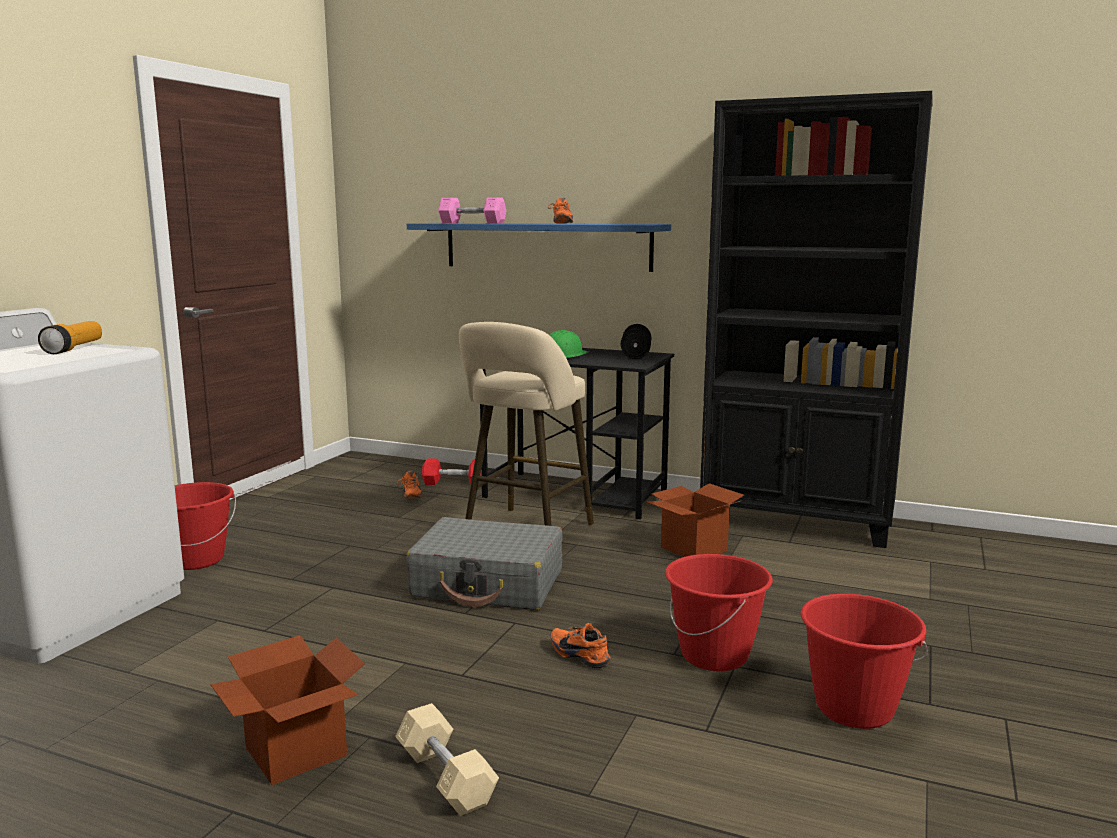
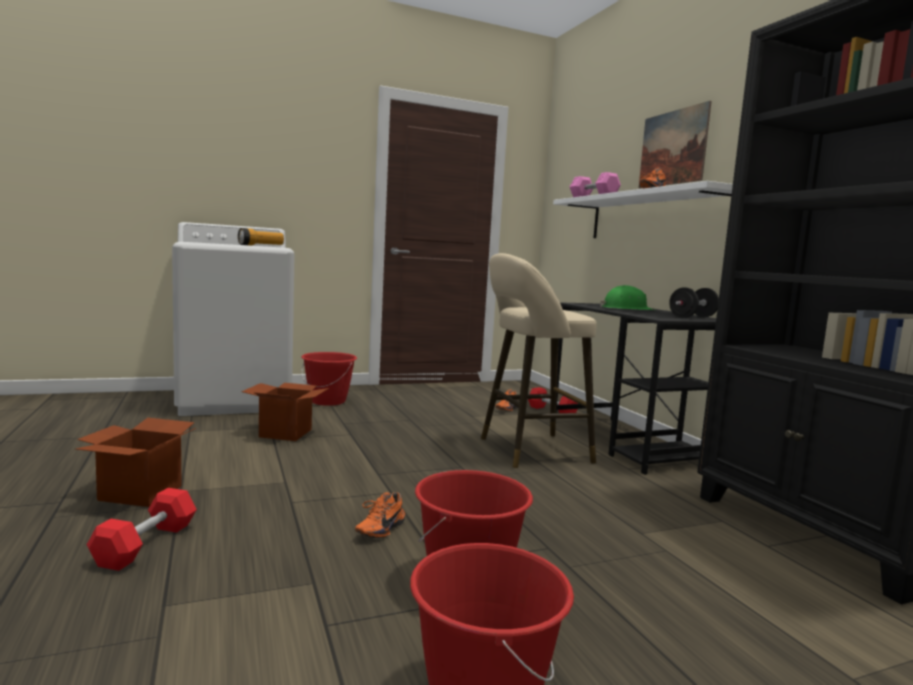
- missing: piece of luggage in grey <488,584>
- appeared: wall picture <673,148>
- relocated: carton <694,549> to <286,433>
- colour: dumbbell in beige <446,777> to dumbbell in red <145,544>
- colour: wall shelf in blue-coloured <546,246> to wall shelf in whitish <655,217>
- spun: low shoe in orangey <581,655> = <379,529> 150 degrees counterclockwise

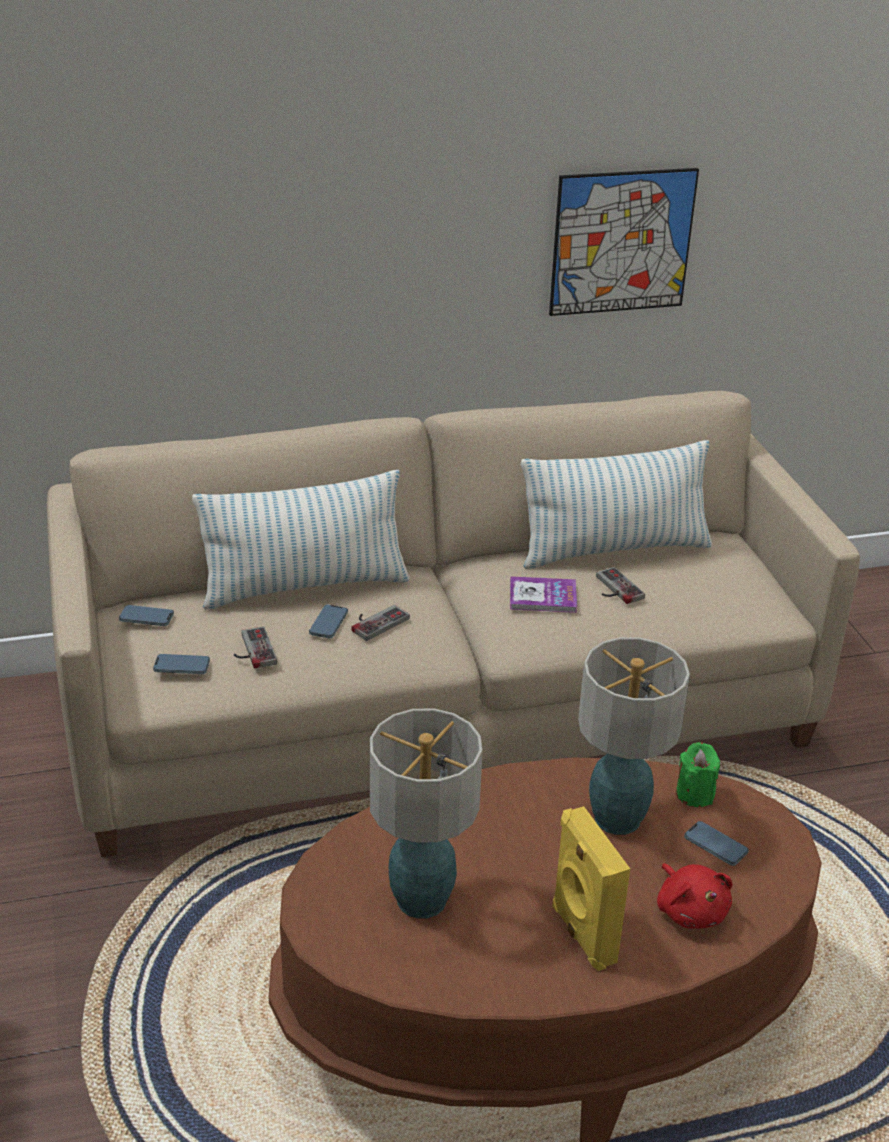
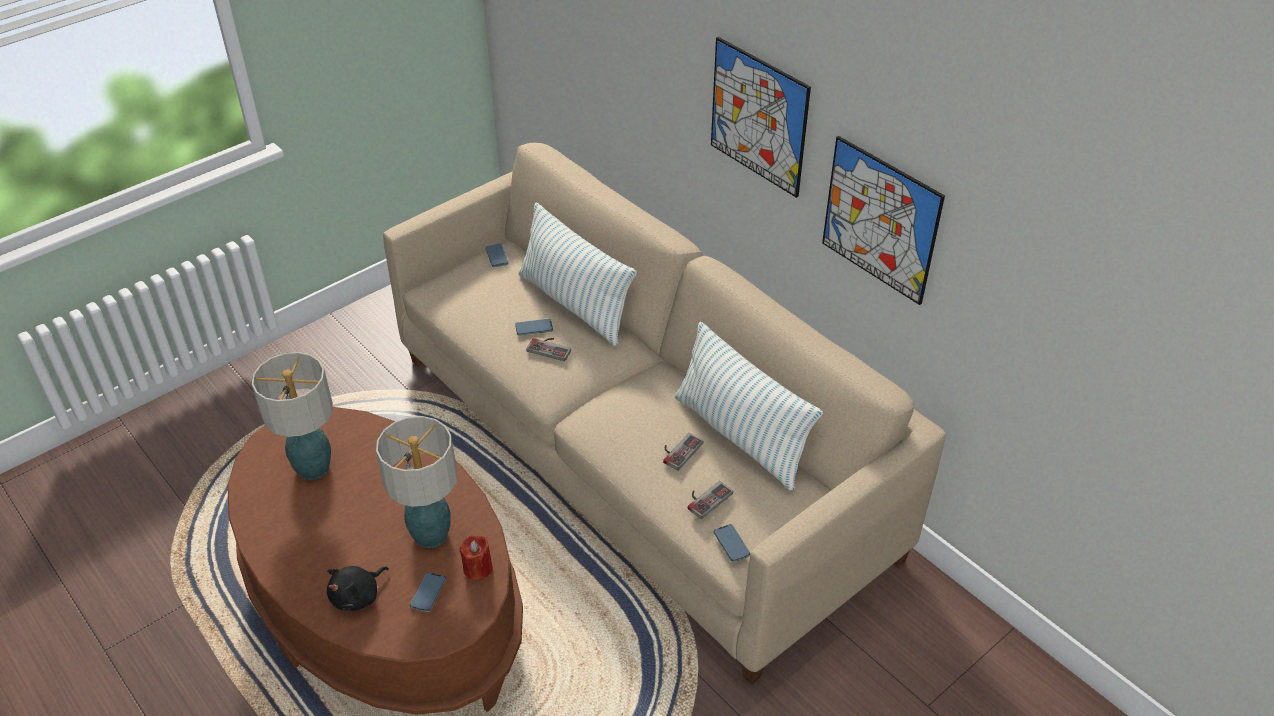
- missing: book <542,597>
- missing: loudspeaker in yellow <581,935>
- appeared: wall picture <758,117>
- relocated: telephone <182,666> to <731,544>
- relocated: gamepad <251,650> to <706,498>
- colour: cuddly toy in red <690,910> to cuddly toy in black <358,596>
- colour: wax light in greenish <695,794> to wax light in red <478,568>

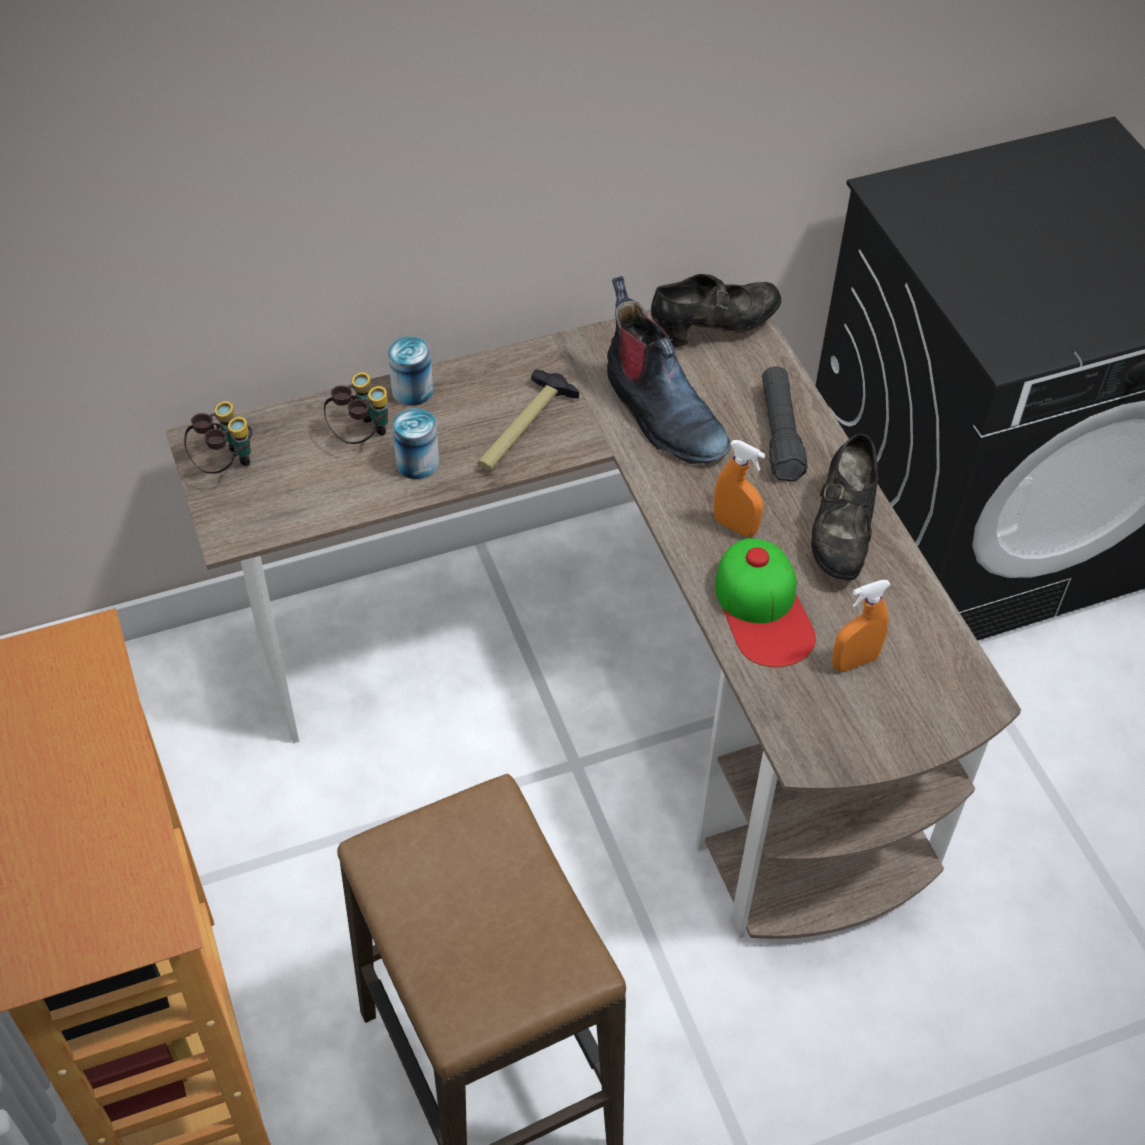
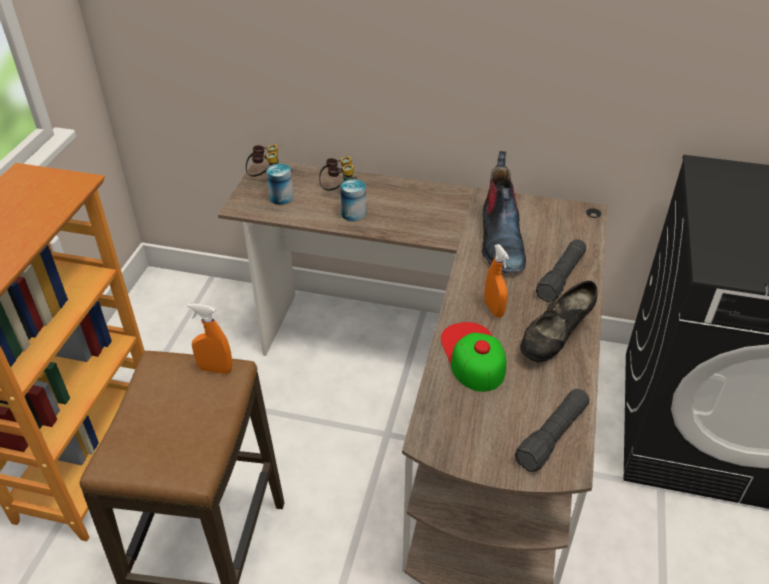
- missing: hammer <523,429>
- missing: low shoe in black <715,328>
- appeared: hand torch in black <552,436>
- relocated: sealed can <412,391> to <281,197>
- relocated: sprayer in orangey <854,661> to <215,369>
- spun: cap <763,609> = <472,355> 150 degrees clockwise

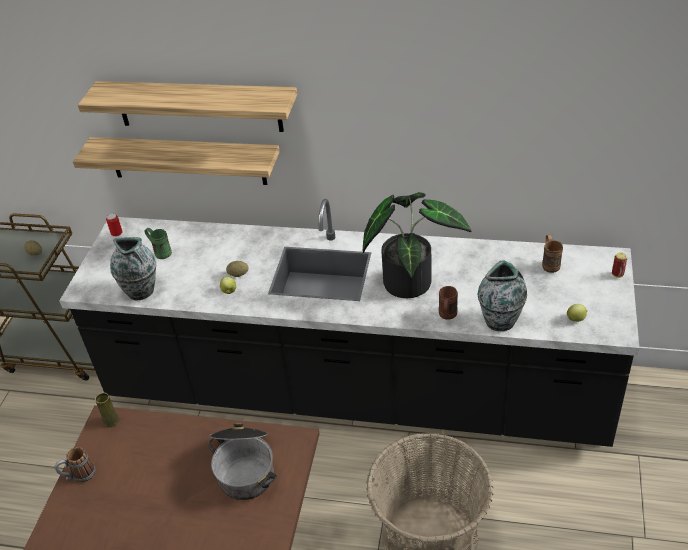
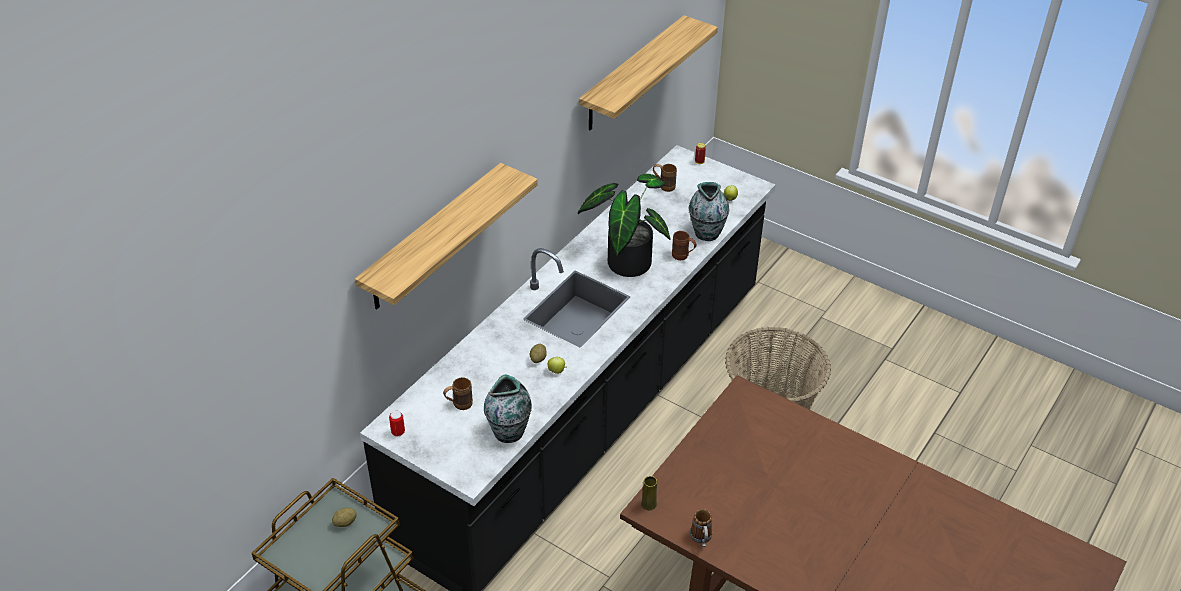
- missing: cooking pot <245,467>
- relocated: wall shelf <187,160> to <632,74>
- colour: mug in greenish <160,252> to mug in brown <458,405>

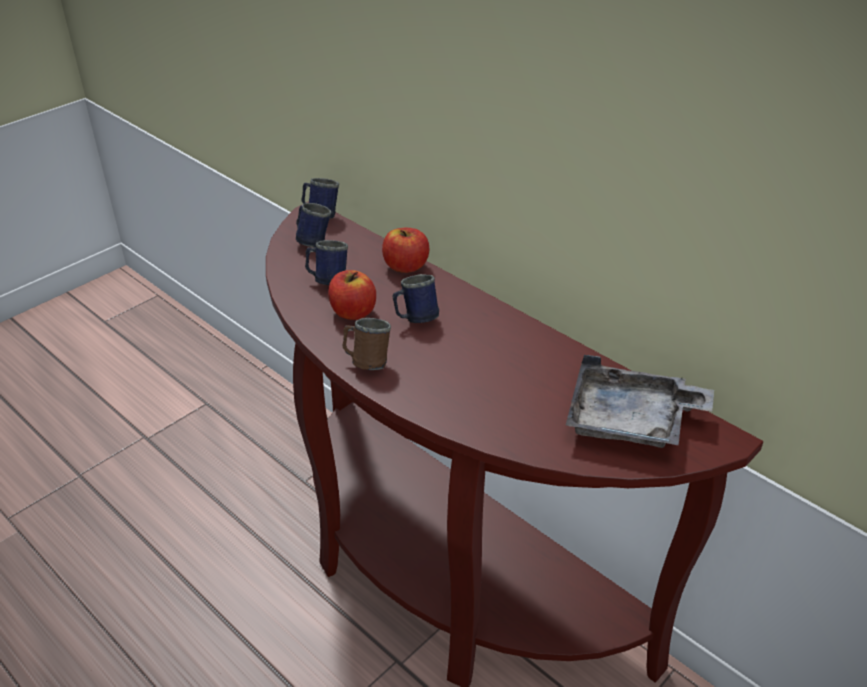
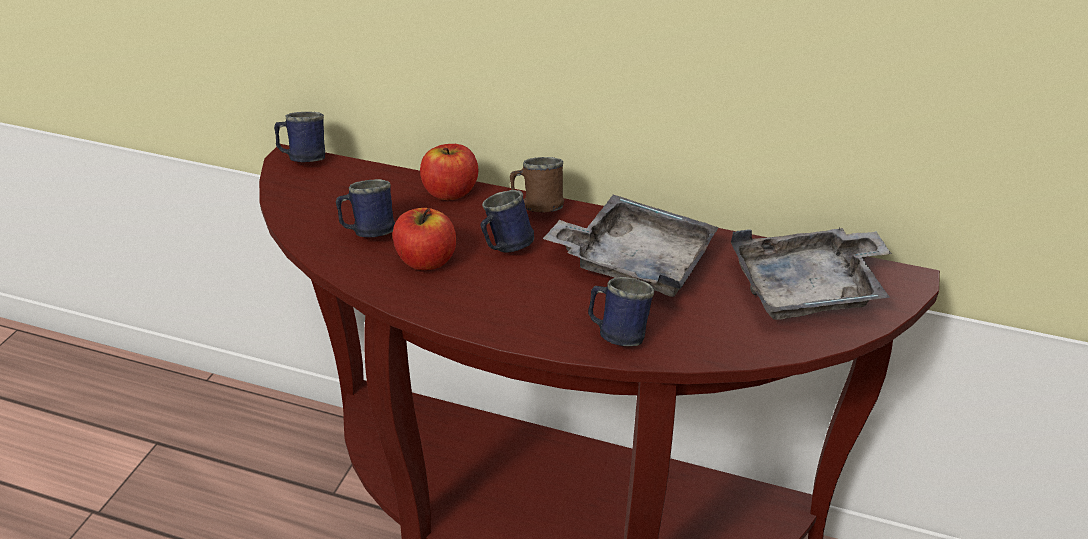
- appeared: carrying tray in grey <634,261>
- relocated: mug in blue-coloured <312,241> to <617,334>
- relocated: mug in brown <366,362> to <537,208>

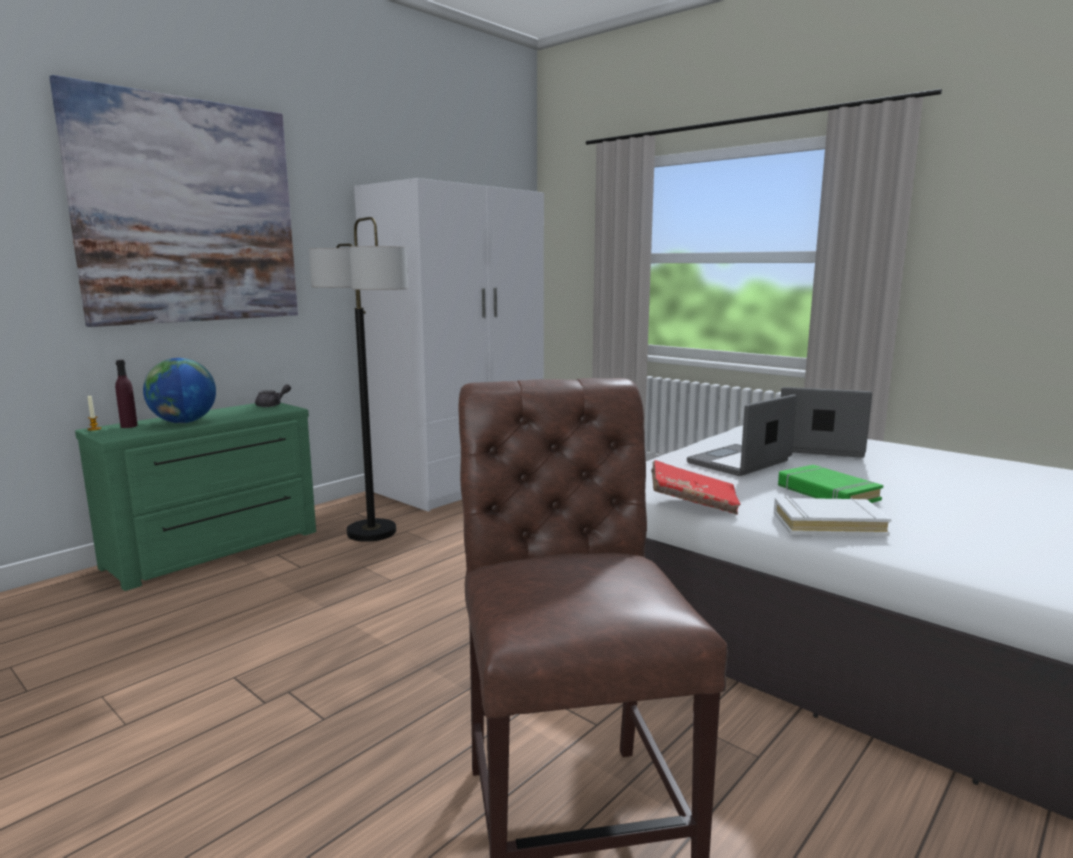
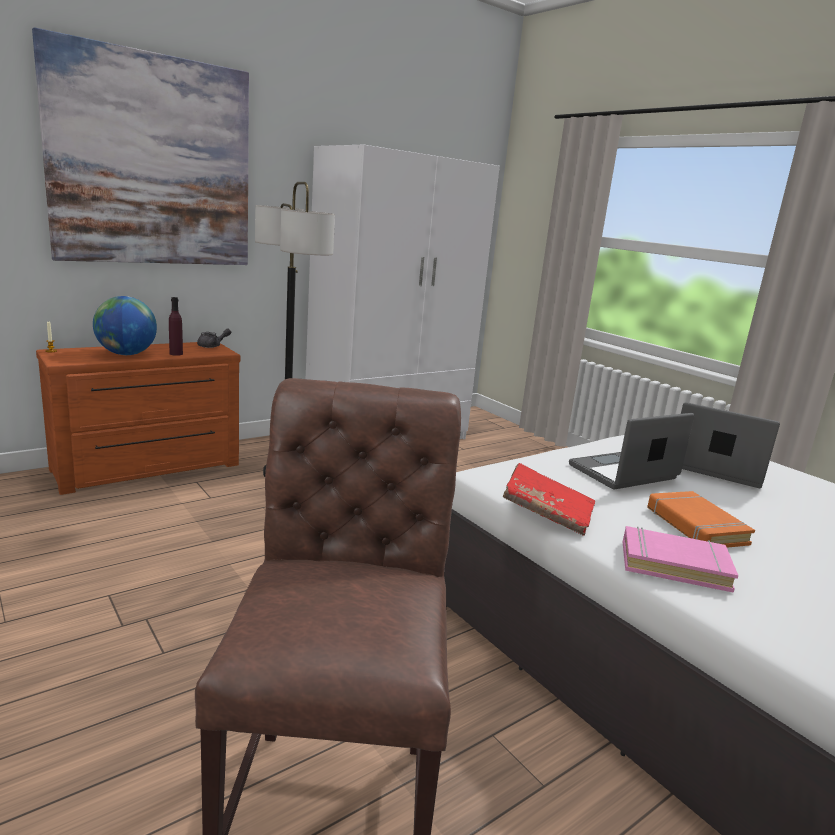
- relocated: beverage bottle in purple-coloured <129,426> to <176,354>
- colour: drawer chest in greenish <216,550> to drawer chest in brown <149,469>
- colour: book in whitish <828,524> to book in pink <674,565>
- colour: book in greenish <827,493> to book in orangey <695,526>

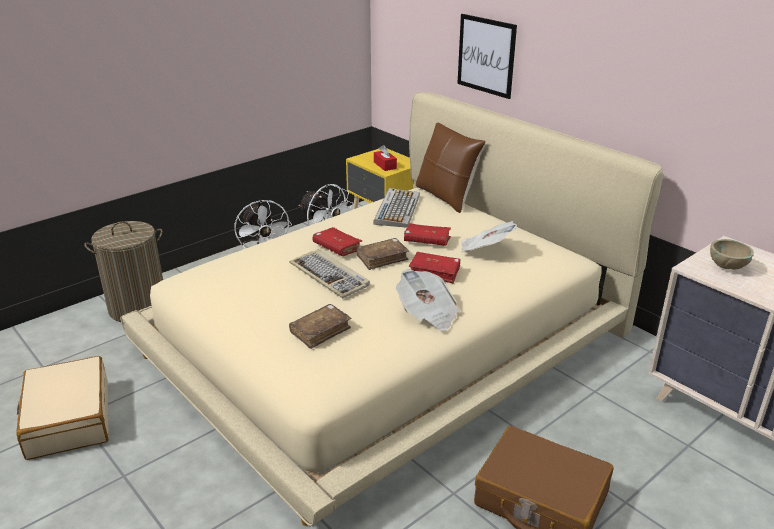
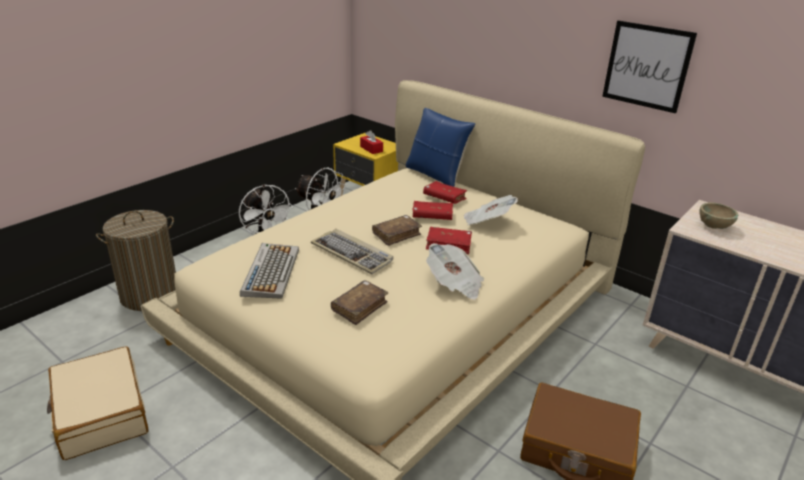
- relocated: book in red <337,248> to <444,198>
- relocated: PC keyboard <397,209> to <270,271>
- relocated: wall picture <486,55> to <647,66>
- colour: throw pillow in brown <446,197> to throw pillow in blue-coloured <436,175>

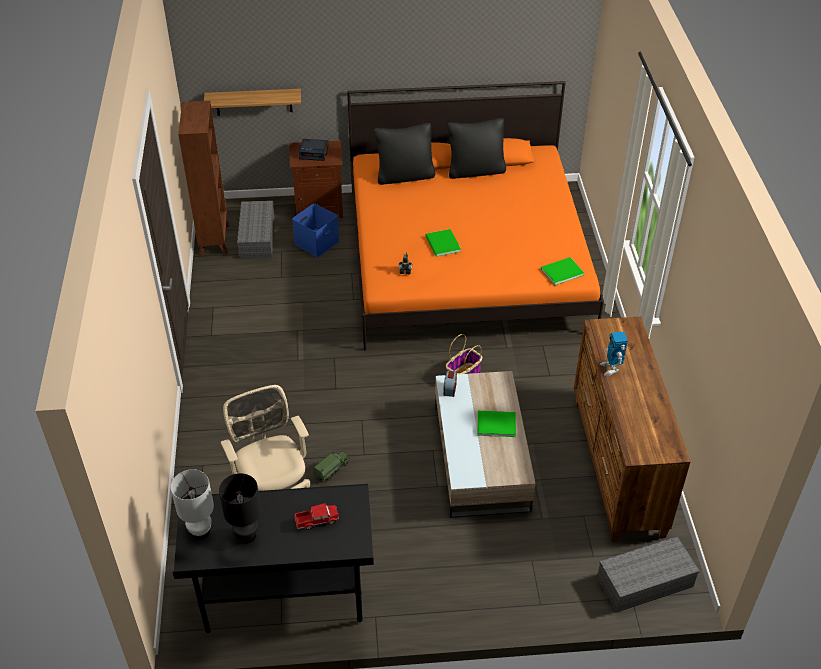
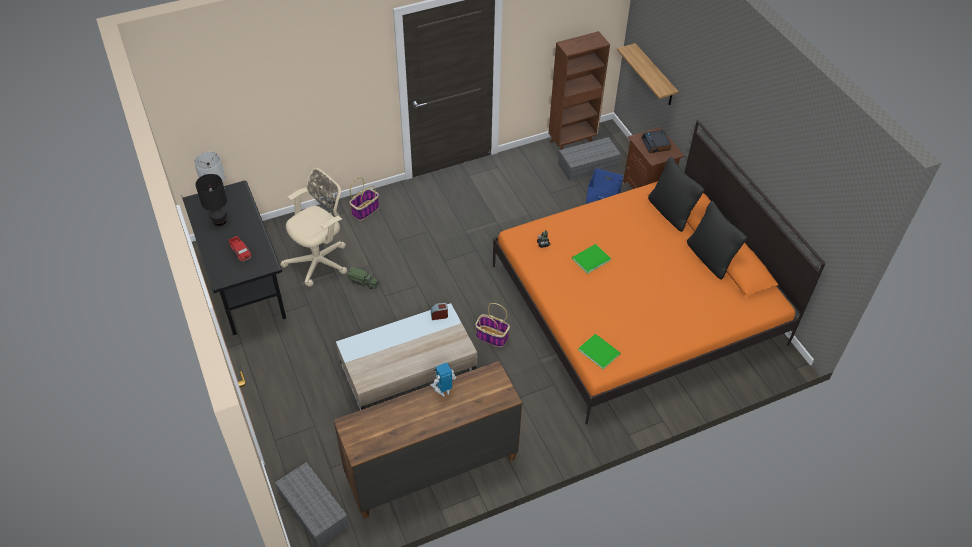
- missing: book in greenish <495,423>
- appeared: household basket <365,210>

